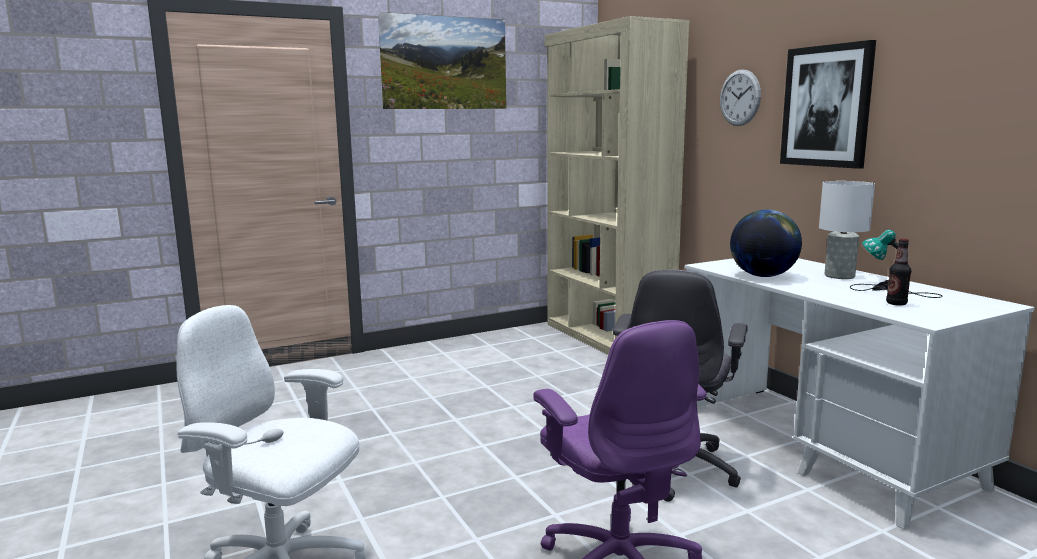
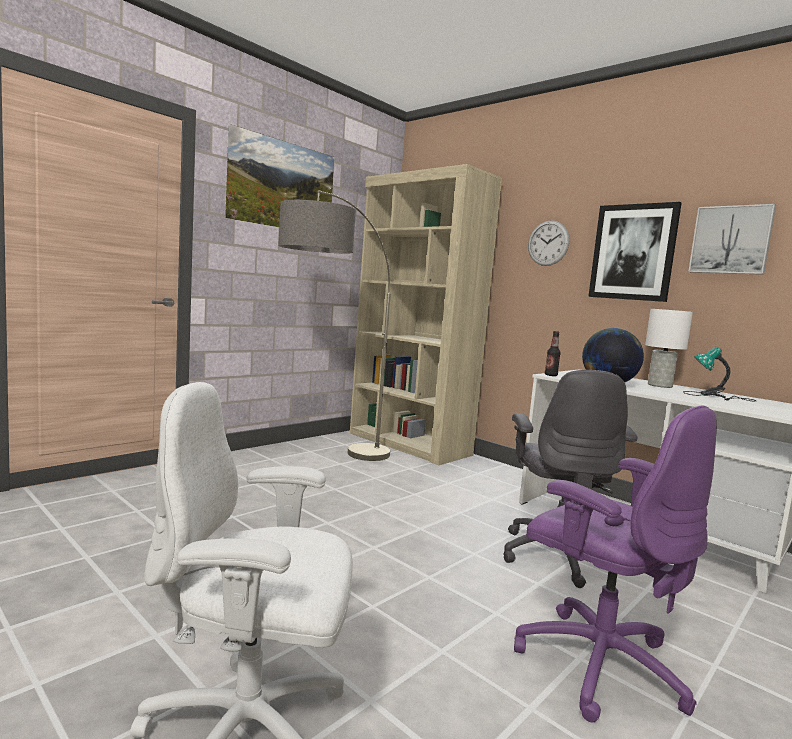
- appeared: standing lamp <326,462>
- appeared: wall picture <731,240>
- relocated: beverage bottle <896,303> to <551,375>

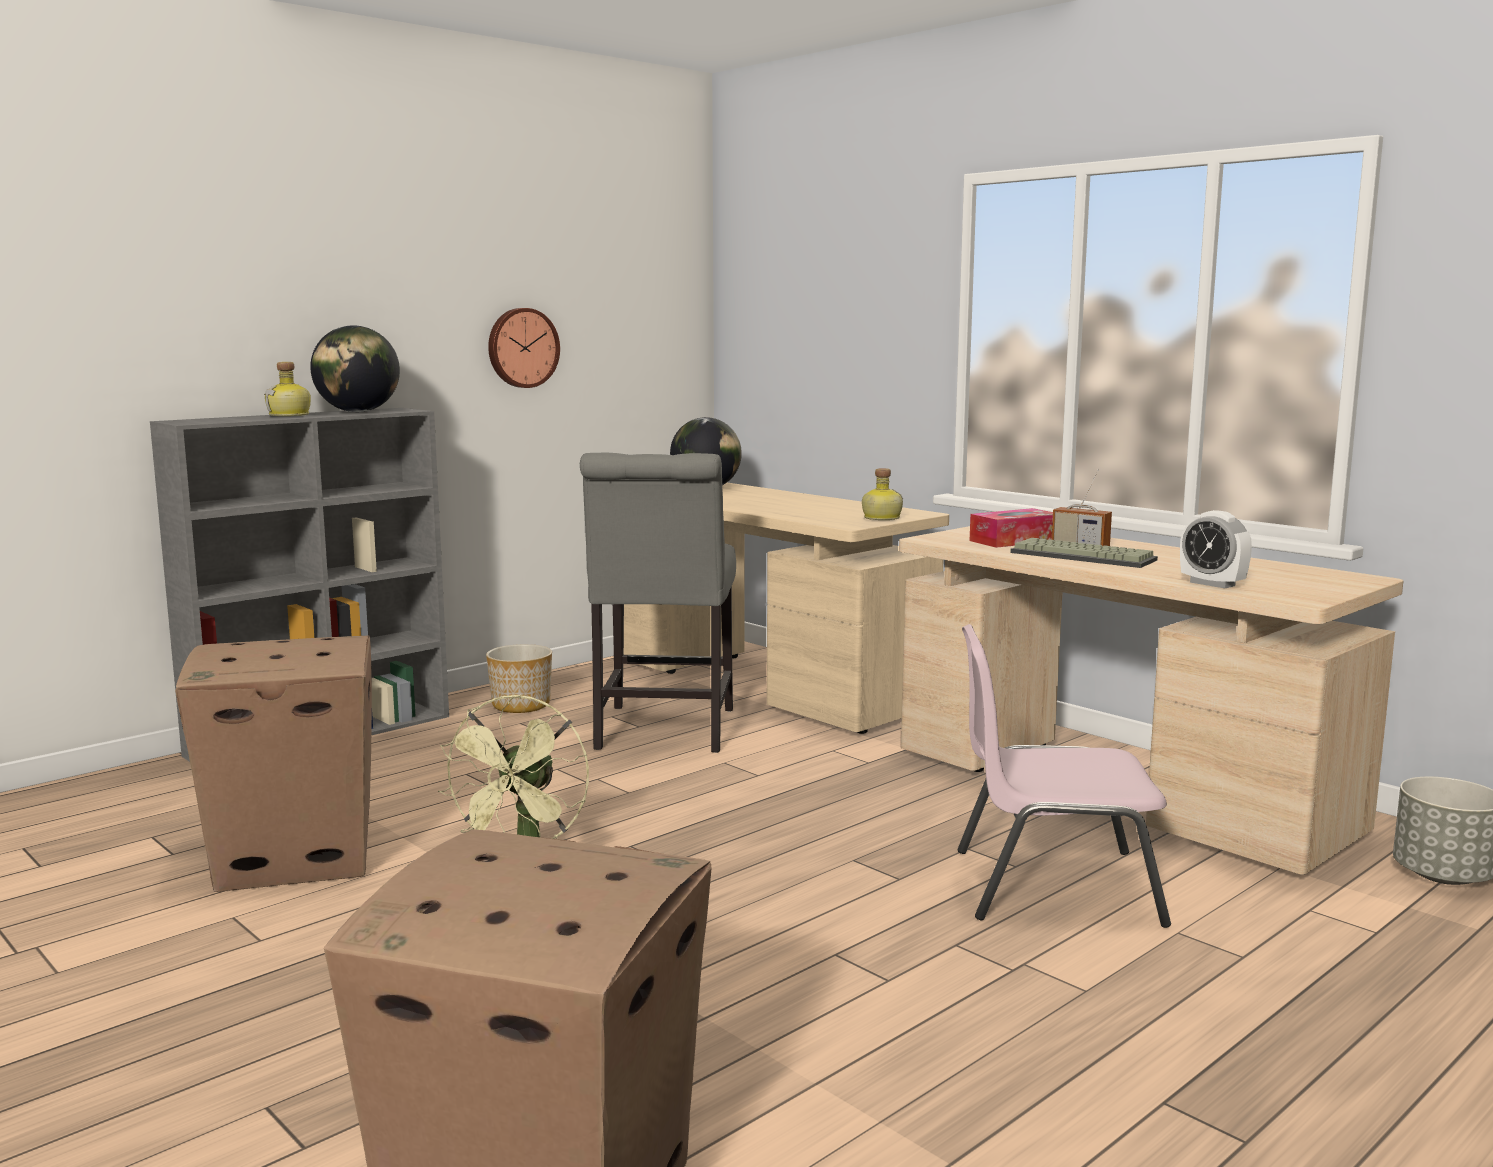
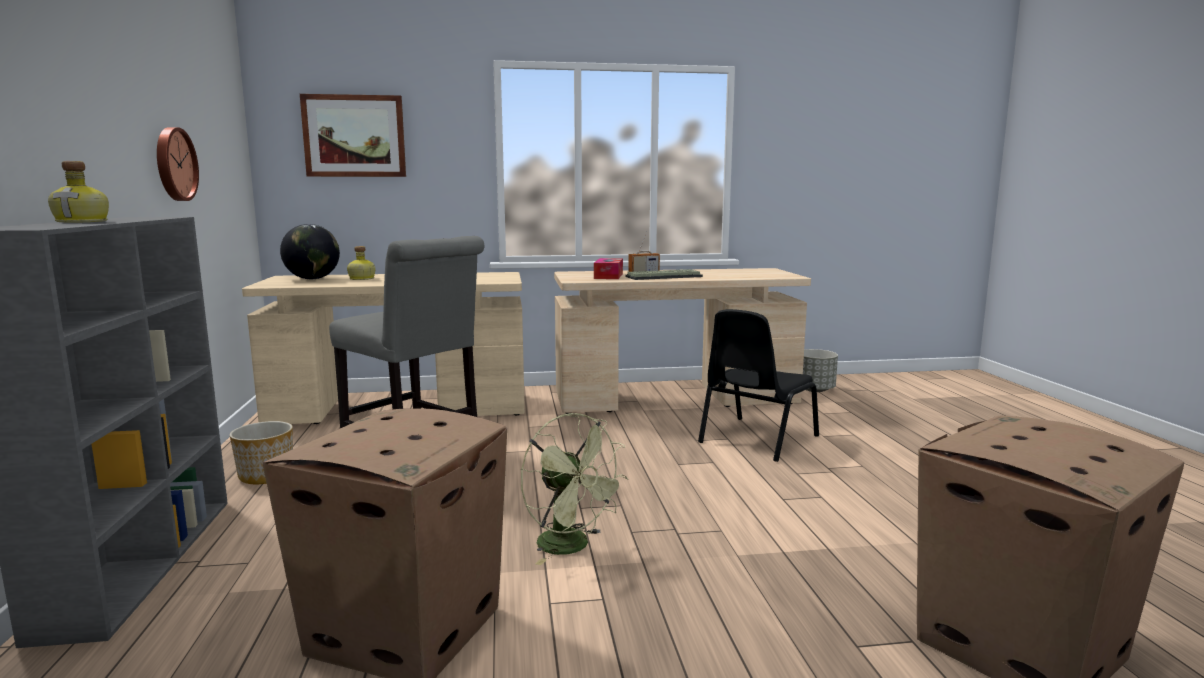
- missing: desk globe <358,412>
- missing: bedside clock <1212,584>
- appeared: wall picture <354,136>
- relocated: beverage bottle <880,518> to <361,279>
- colour: plain chair in pink <1052,885> to plain chair in black <756,439>

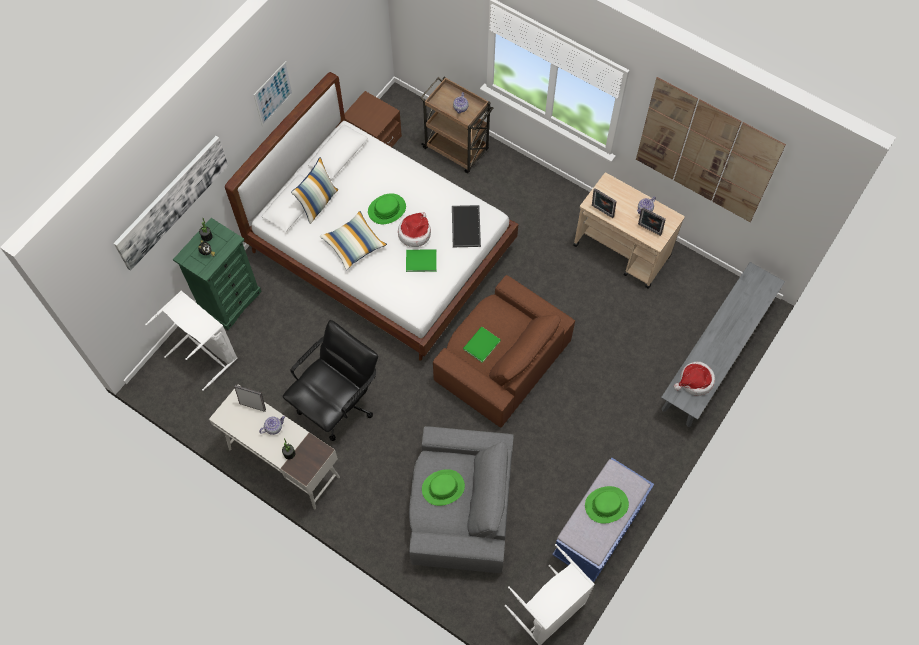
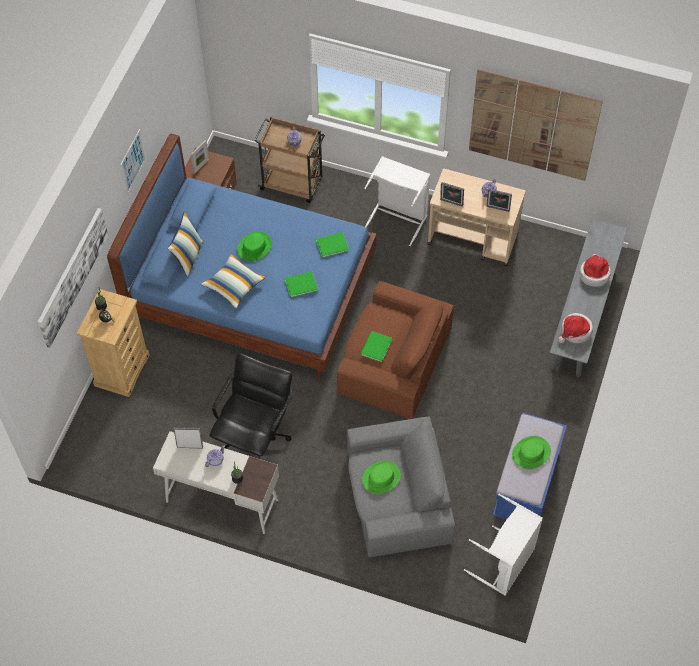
- appeared: picture frame <201,166>
- relocated: washing basket in whitish <206,352> to <398,217>
- relocated: wearable hat <415,233> to <594,274>
- exchanged: carrying tray <465,226> to book in greenish <331,245>
- colour: drawer chest in greenish <229,300> to drawer chest in beige <122,370>
- colour: bedroom bed in whitish <382,250> to bedroom bed in blue-coloured <251,290>

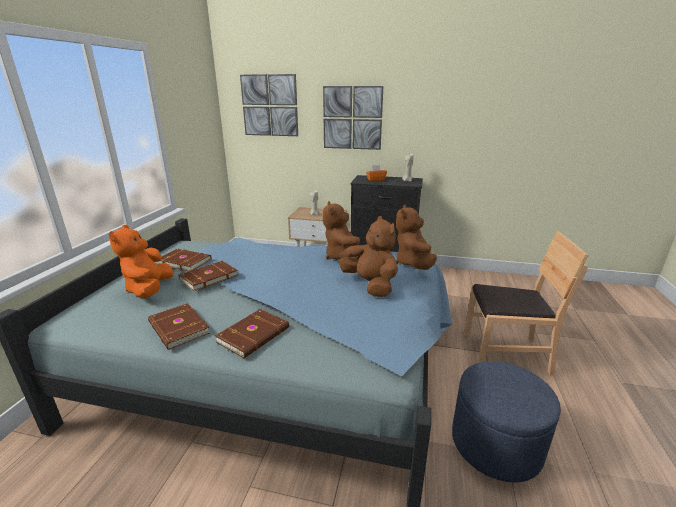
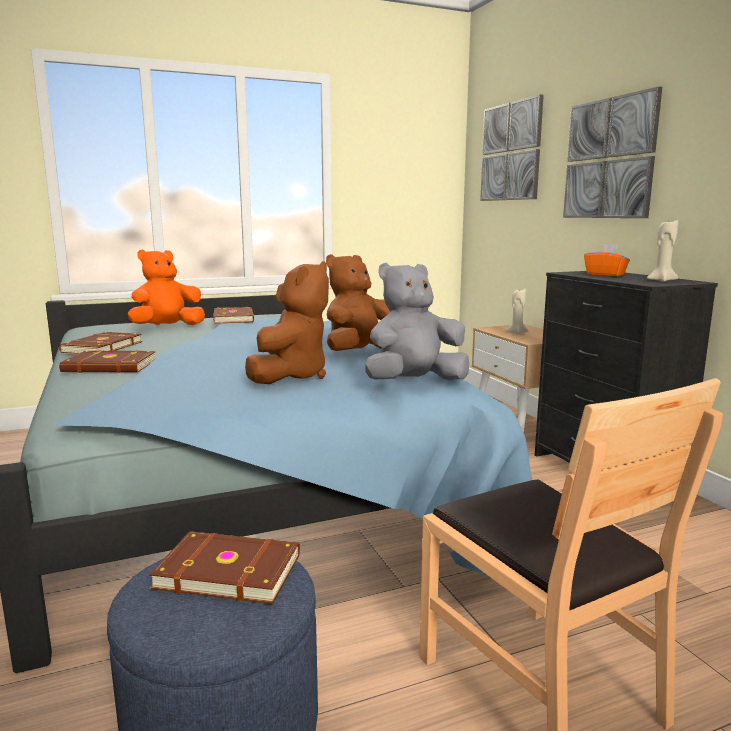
- relocated: book in brown <208,277> to <228,570>
- colour: cuddly toy in brown <414,264> to cuddly toy in grey <414,383>

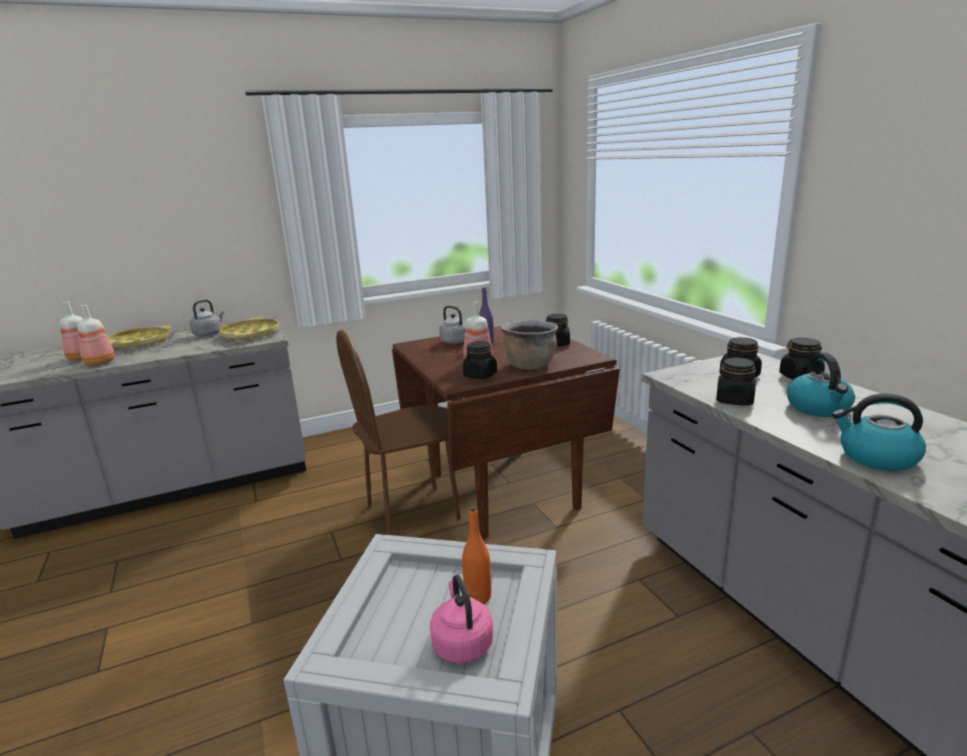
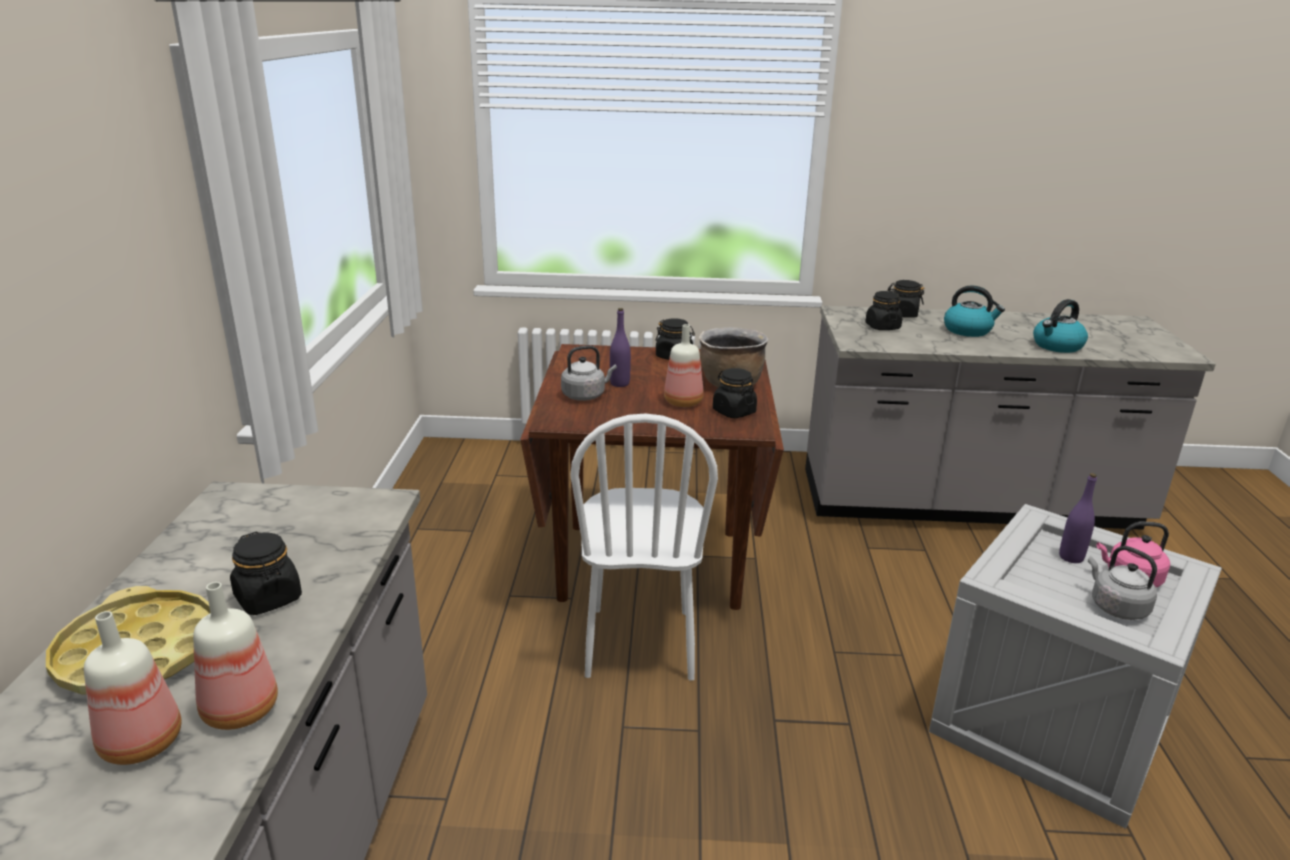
- missing: carrying tray in yellow <251,334>
- relocated: water kettle in grey <209,333> to <1115,607>
- relocated: storage jar in black <734,400> to <269,598>
- colour: plain chair in brown <413,512> to plain chair in whitish <640,643>
- colour: beverage bottle in orangey <478,597> to beverage bottle in purple-coloured <1071,557>

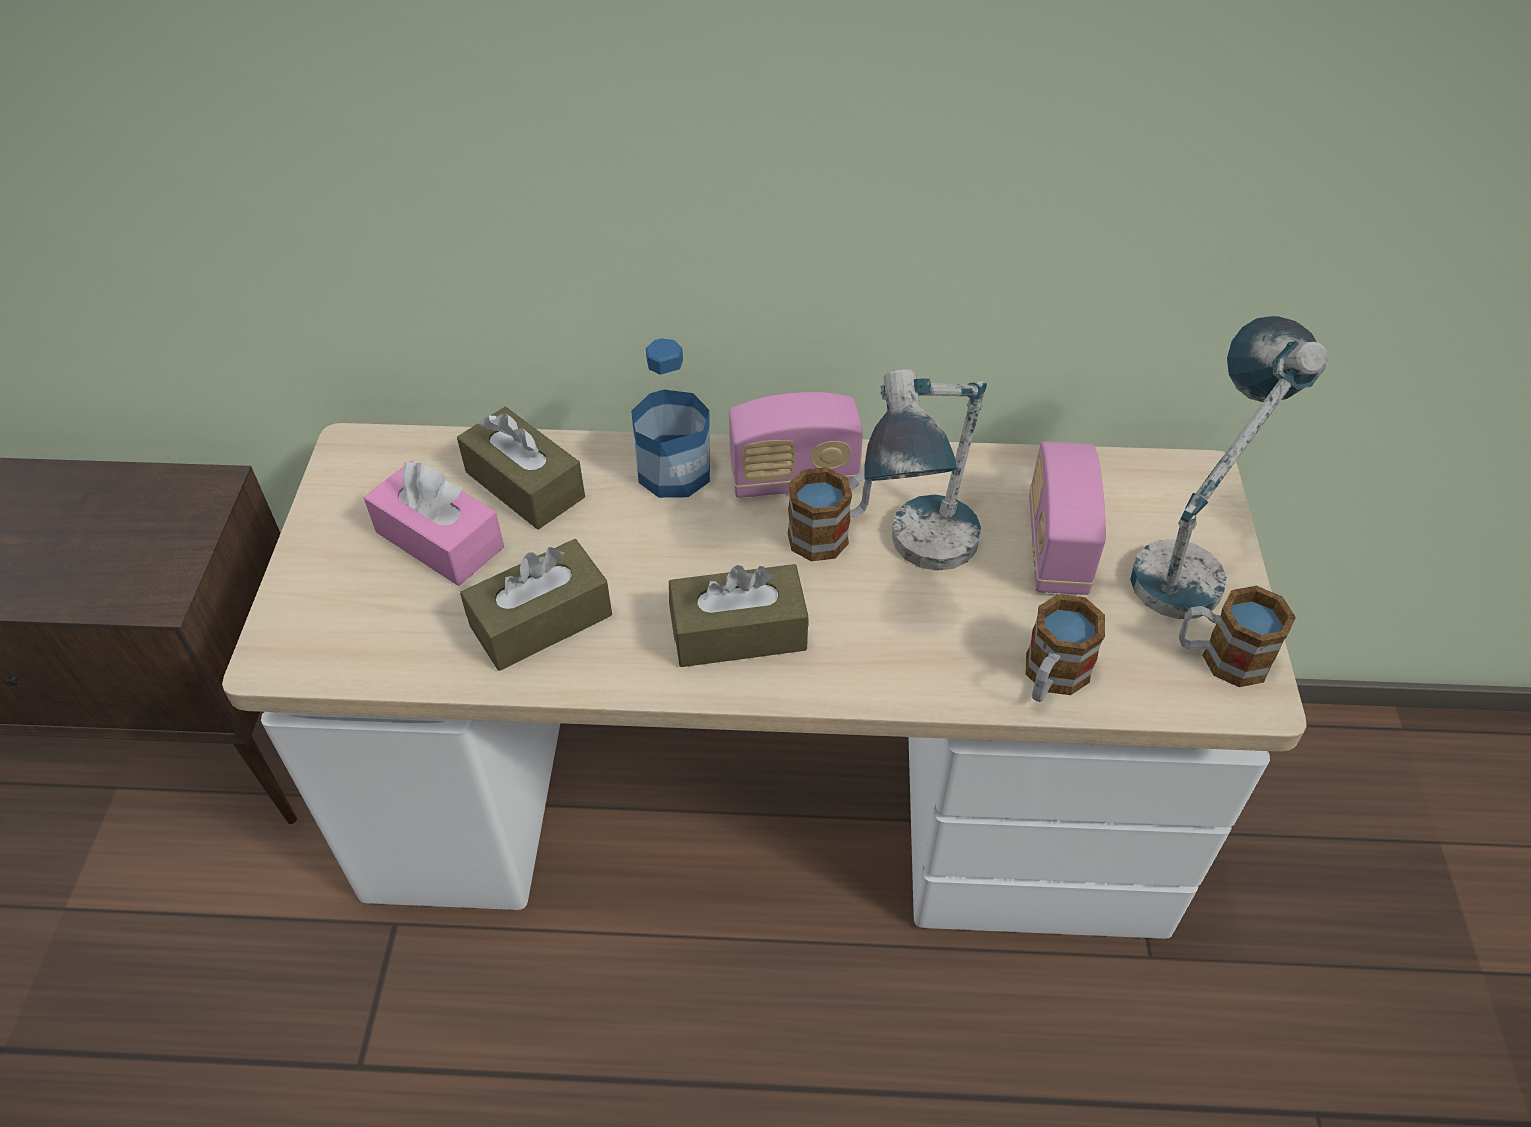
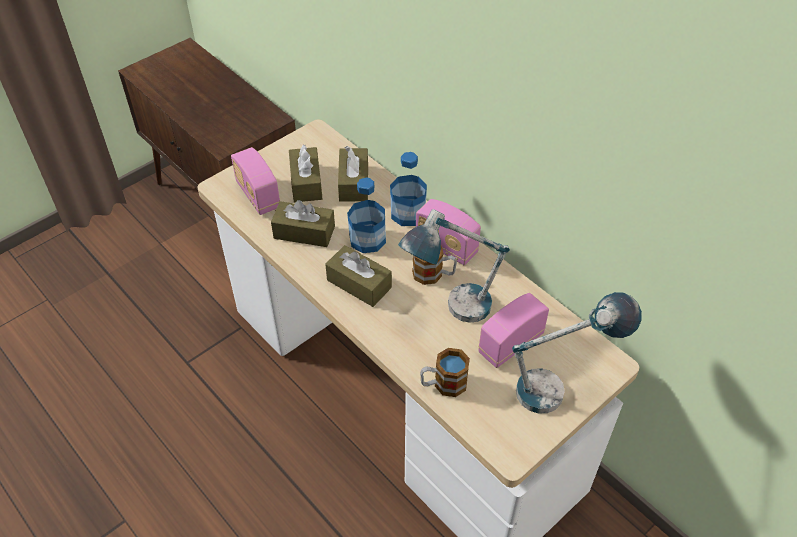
- missing: mug <1221,657>
- appeared: radio <258,195>
- appeared: beverage bottle <367,239>
- colour: tissue holder in pink <439,540> to tissue holder in brown <306,183>

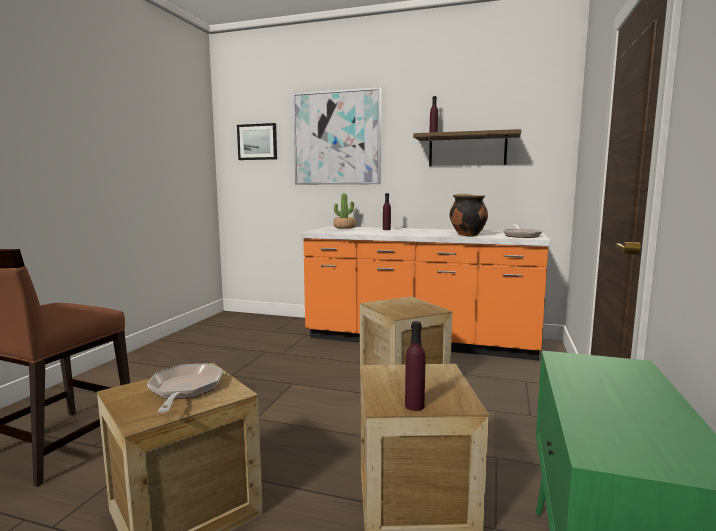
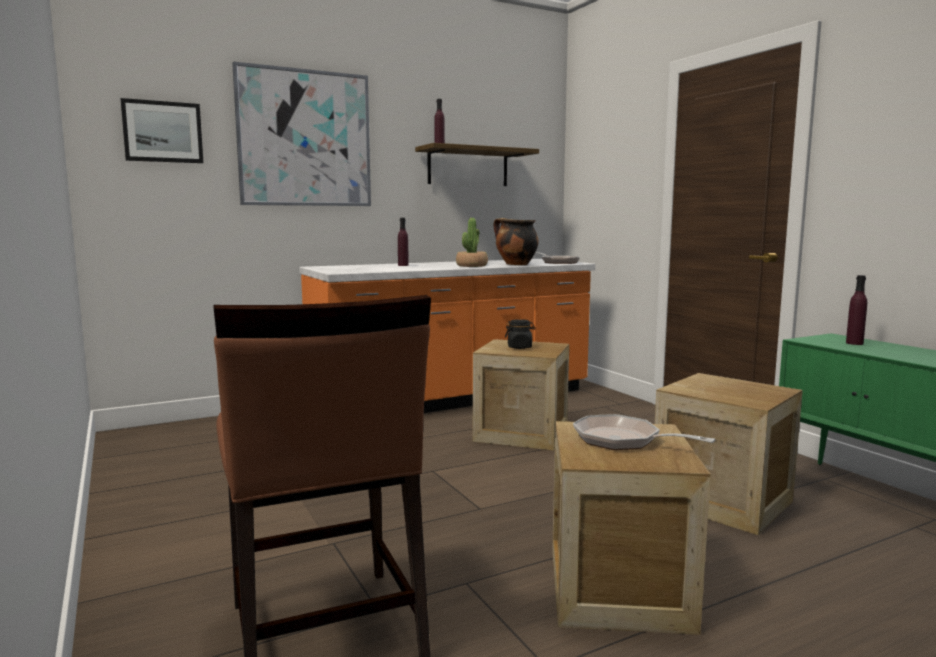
- appeared: storage jar in black <519,347>
- relocated: houseplant <344,227> to <471,266>
- relocated: beverage bottle in purple-coloured <414,406> to <854,343>

